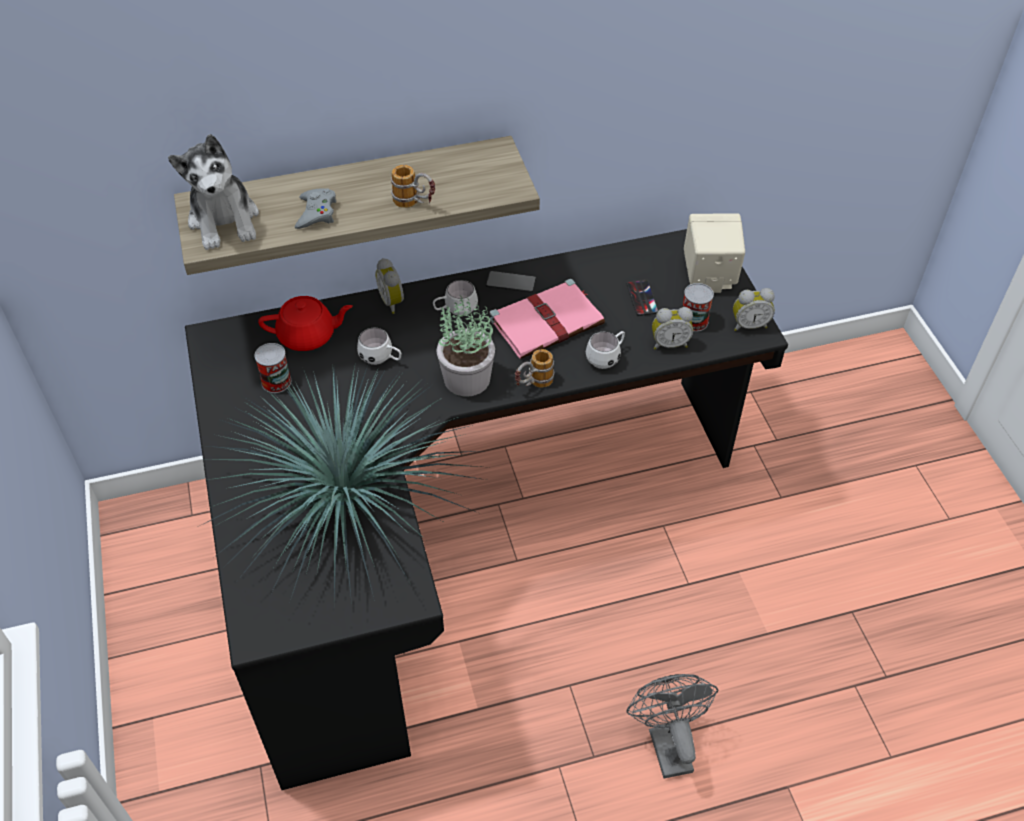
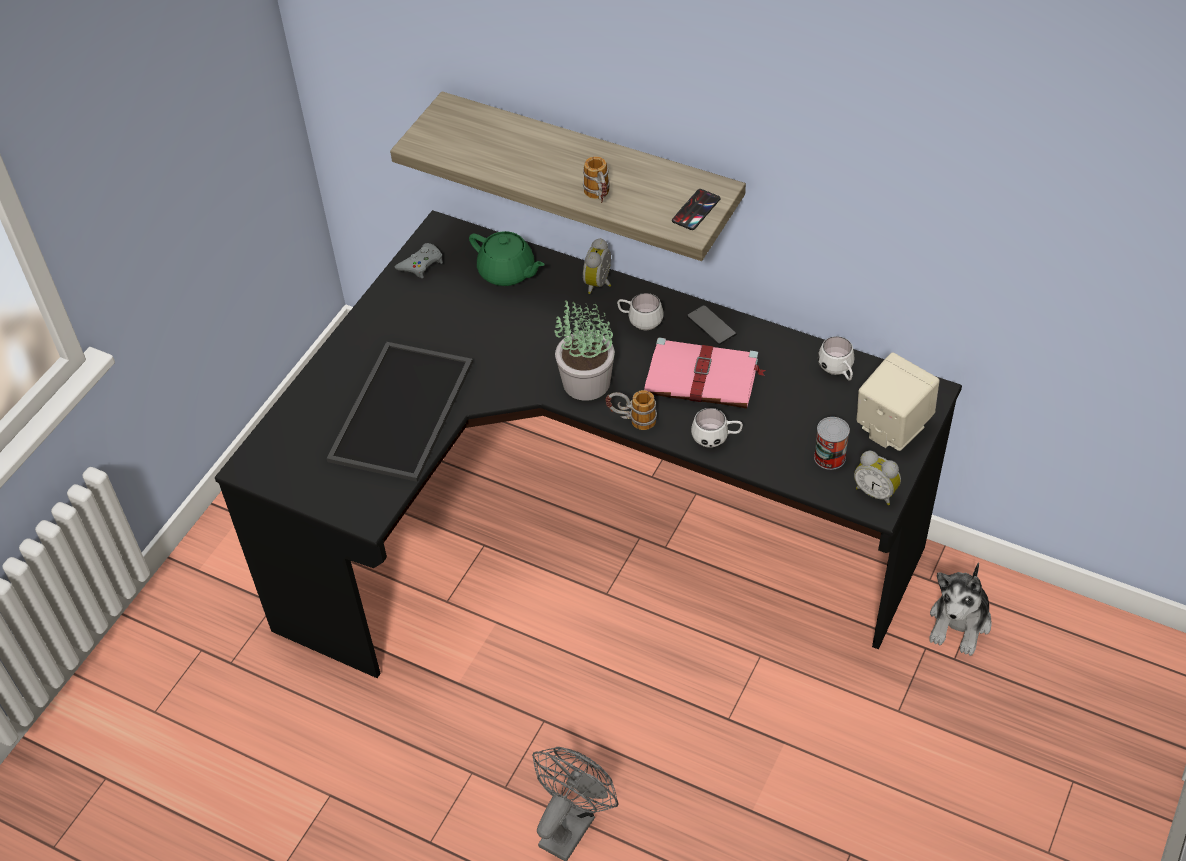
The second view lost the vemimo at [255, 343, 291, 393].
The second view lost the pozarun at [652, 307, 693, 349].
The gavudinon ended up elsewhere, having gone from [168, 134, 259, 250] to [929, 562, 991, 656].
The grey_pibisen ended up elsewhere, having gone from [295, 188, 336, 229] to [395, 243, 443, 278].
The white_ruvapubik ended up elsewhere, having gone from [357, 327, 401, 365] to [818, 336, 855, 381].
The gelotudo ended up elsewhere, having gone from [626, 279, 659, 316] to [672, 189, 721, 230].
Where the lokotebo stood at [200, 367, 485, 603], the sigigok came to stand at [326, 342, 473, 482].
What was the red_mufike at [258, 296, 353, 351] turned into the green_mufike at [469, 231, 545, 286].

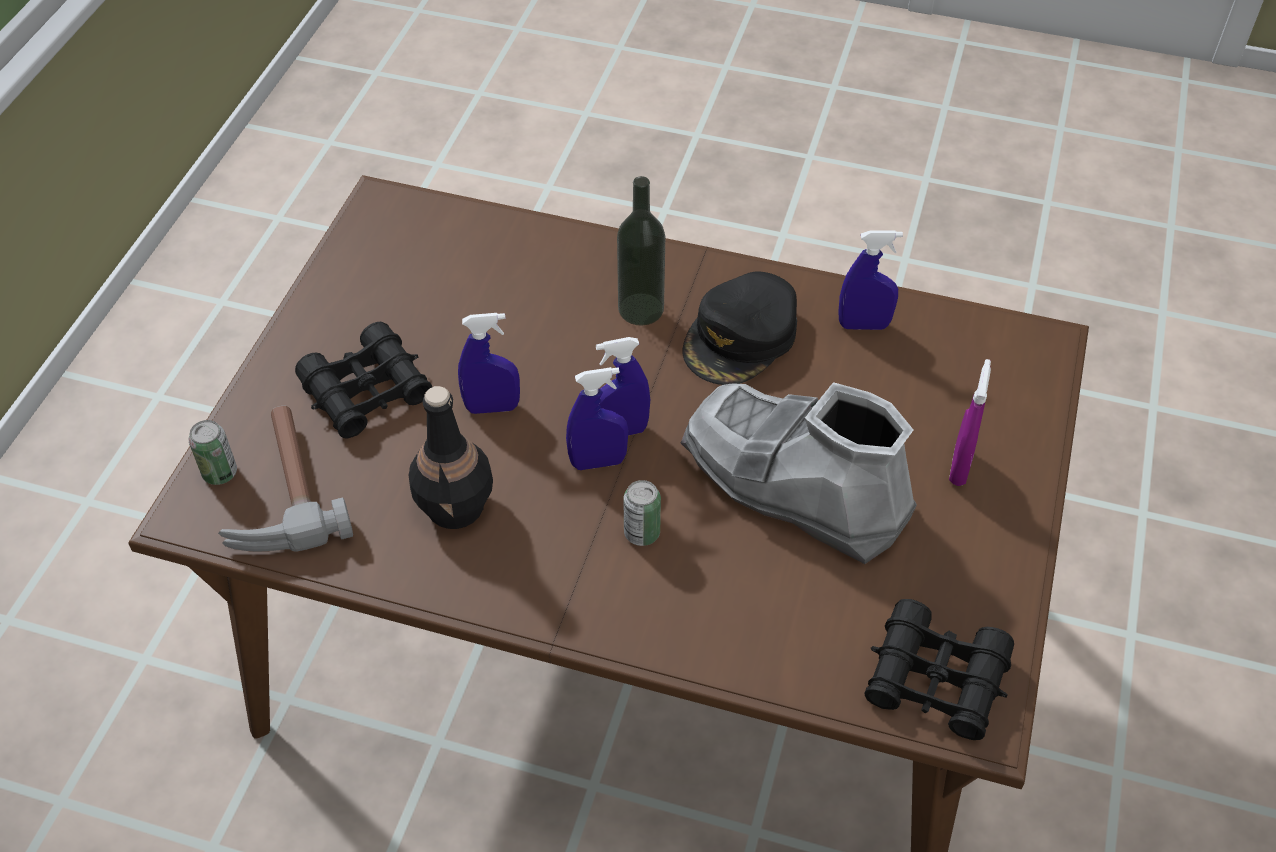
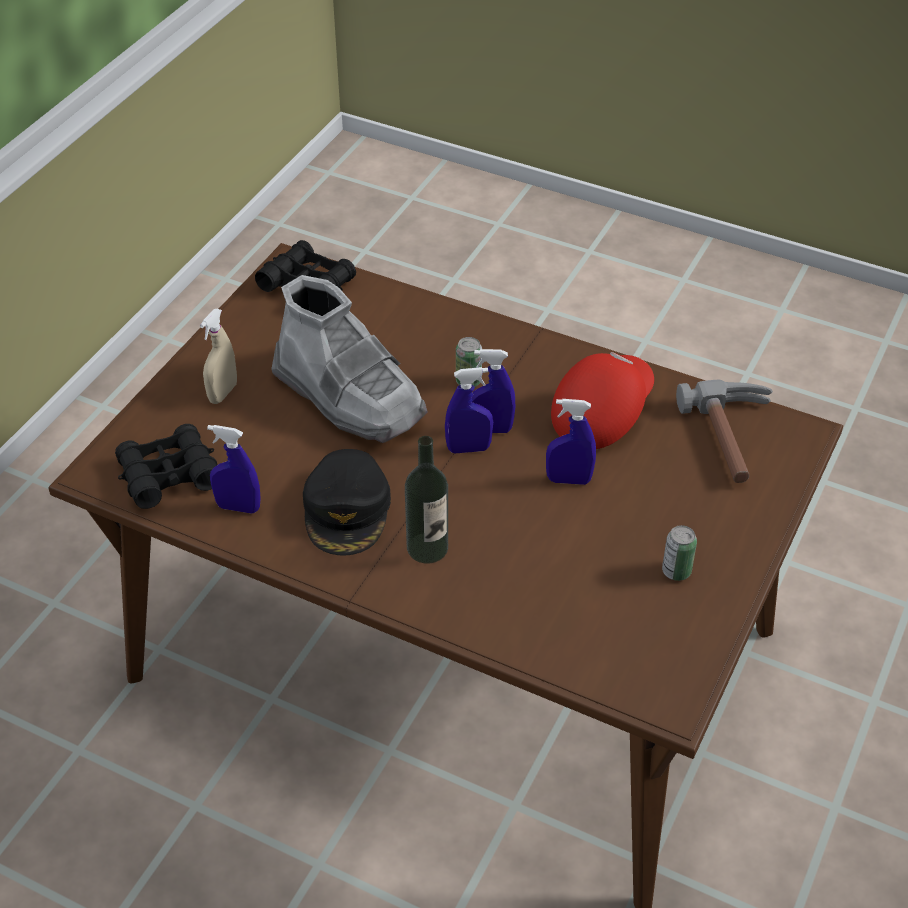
The vemimo ended up elsewhere, having gone from [188, 420, 237, 485] to [662, 525, 697, 581].
The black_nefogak ended up elsewhere, having gone from [295, 322, 432, 438] to [115, 424, 217, 509].
Where the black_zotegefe stood at [409, 386, 493, 529], the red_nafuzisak came to stand at [551, 352, 654, 449].
What was the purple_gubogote at [949, 359, 991, 486] turned into the beige_gubogote at [200, 309, 237, 404].
The black_nafuzisak at [682, 272, 797, 385] ended up facing another way, 135 degrees clockwise from before.

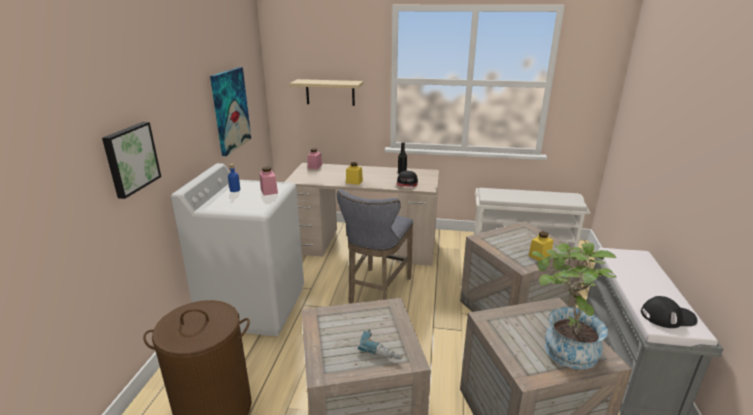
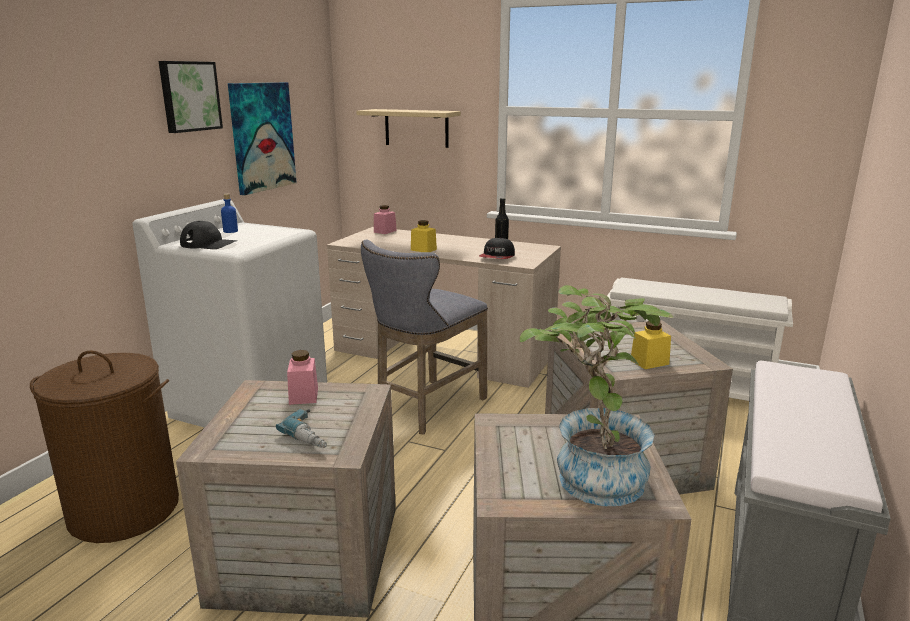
The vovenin ended up elsewhere, having gone from [102, 122, 161, 199] to [158, 61, 223, 133].
The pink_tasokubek ended up elsewhere, having gone from [260, 167, 278, 196] to [287, 350, 318, 405].
The black_nafuzisak ended up elsewhere, having gone from [641, 296, 697, 328] to [180, 221, 237, 249].

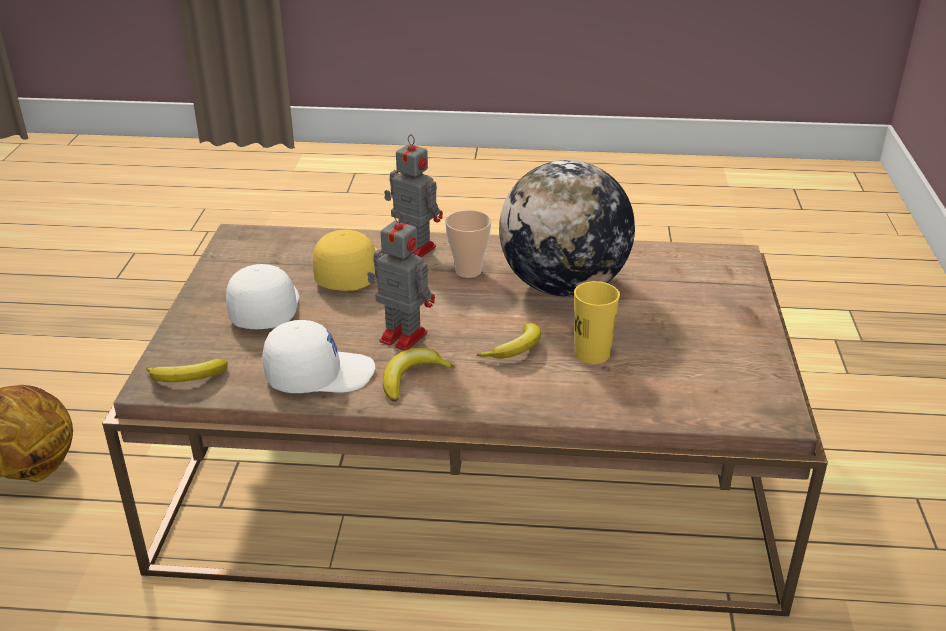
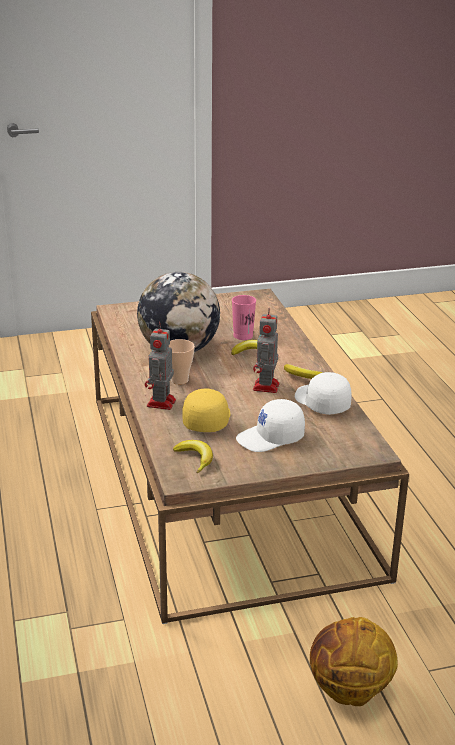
The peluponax ended up elsewhere, having gone from [146, 359, 228, 382] to [173, 440, 213, 473].
What was the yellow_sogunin at [574, 281, 620, 364] turned into the pink_sogunin at [232, 295, 256, 340].
The yellow_nafuzisak at [313, 230, 378, 291] ended up facing another way, 105 degrees clockwise from before.

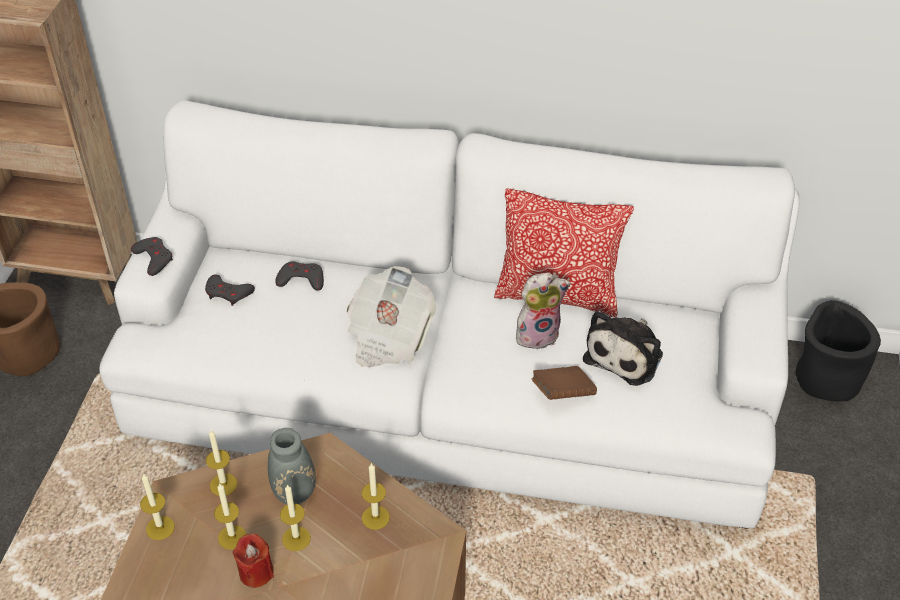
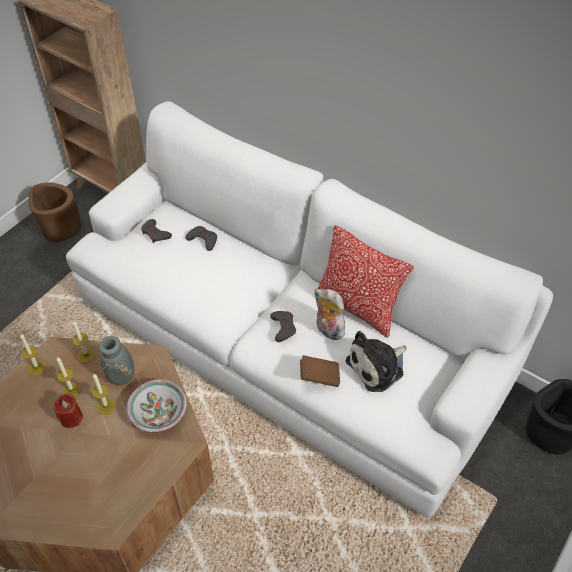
The second view lost the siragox at [346, 266, 436, 367].
The grey_pibisen ended up elsewhere, having gone from [131, 237, 173, 276] to [270, 311, 296, 342].
Where the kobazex stood at [361, 463, 390, 530], the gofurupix came to stand at [127, 379, 187, 432].
The gavudinon at [516, 273, 571, 349] ended up facing another way, 150 degrees counterclockwise from before.

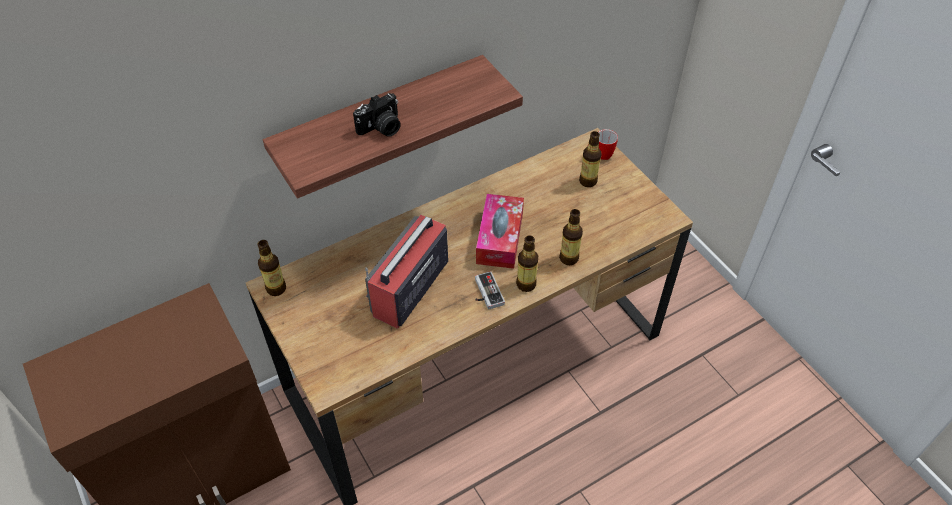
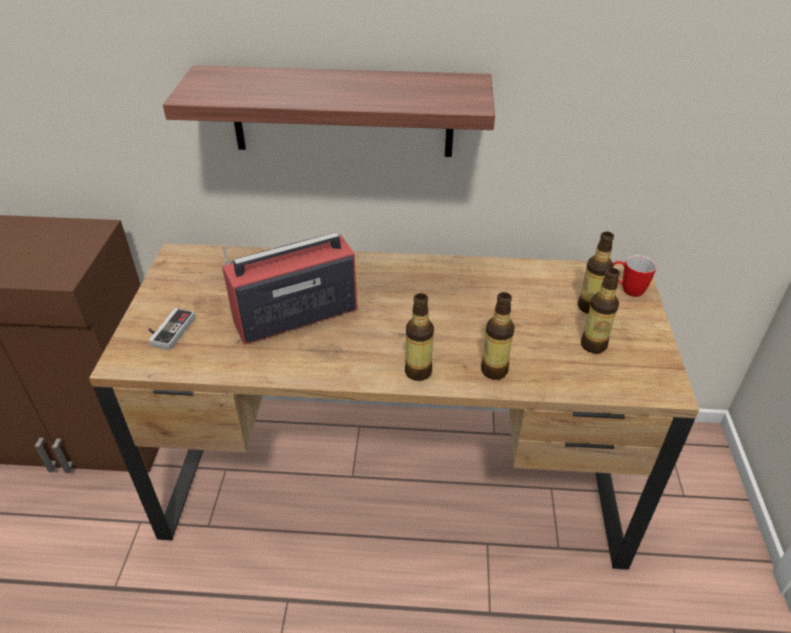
The second view lost the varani at [353, 93, 401, 137].
The second view lost the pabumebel at [476, 194, 524, 269].
The zotegefe ended up elsewhere, having gone from [258, 240, 286, 296] to [581, 268, 620, 354].
The pibisen ended up elsewhere, having gone from [475, 271, 505, 310] to [148, 308, 195, 350].

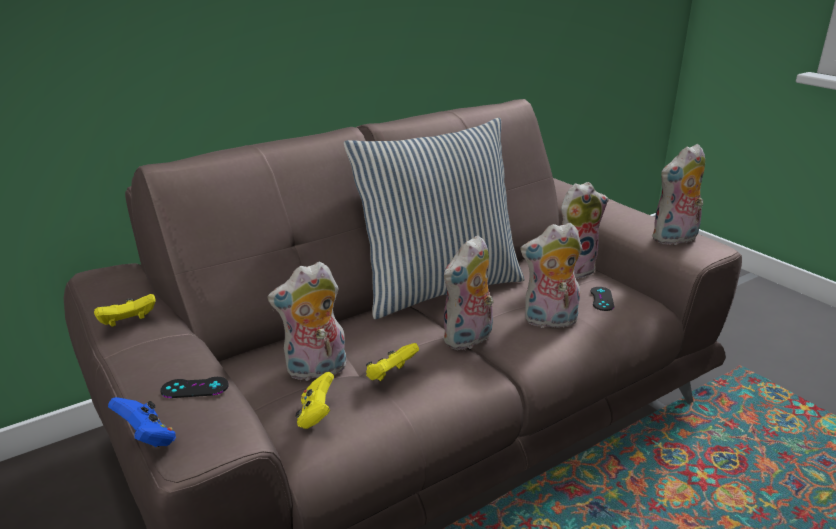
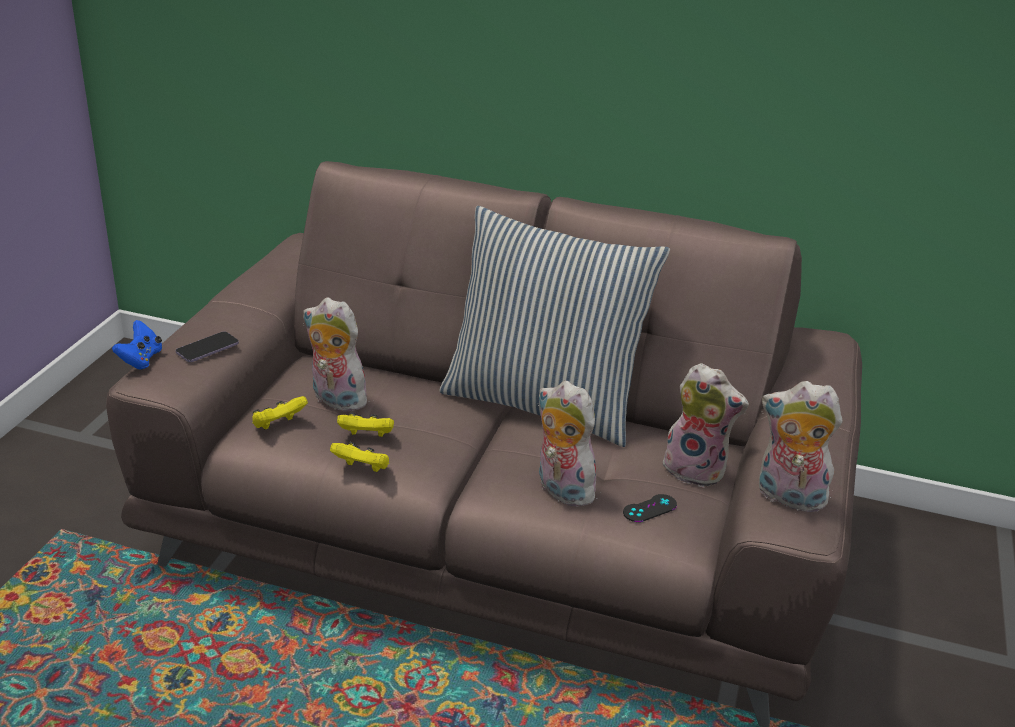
The second view lost the gavudinon at [443, 235, 494, 350].
The yellow_pibisen ended up elsewhere, having gone from [94, 294, 156, 327] to [330, 442, 389, 472].
Where the black_pibisen stood at [160, 377, 229, 398], the gelotudo came to stand at [176, 331, 239, 362].

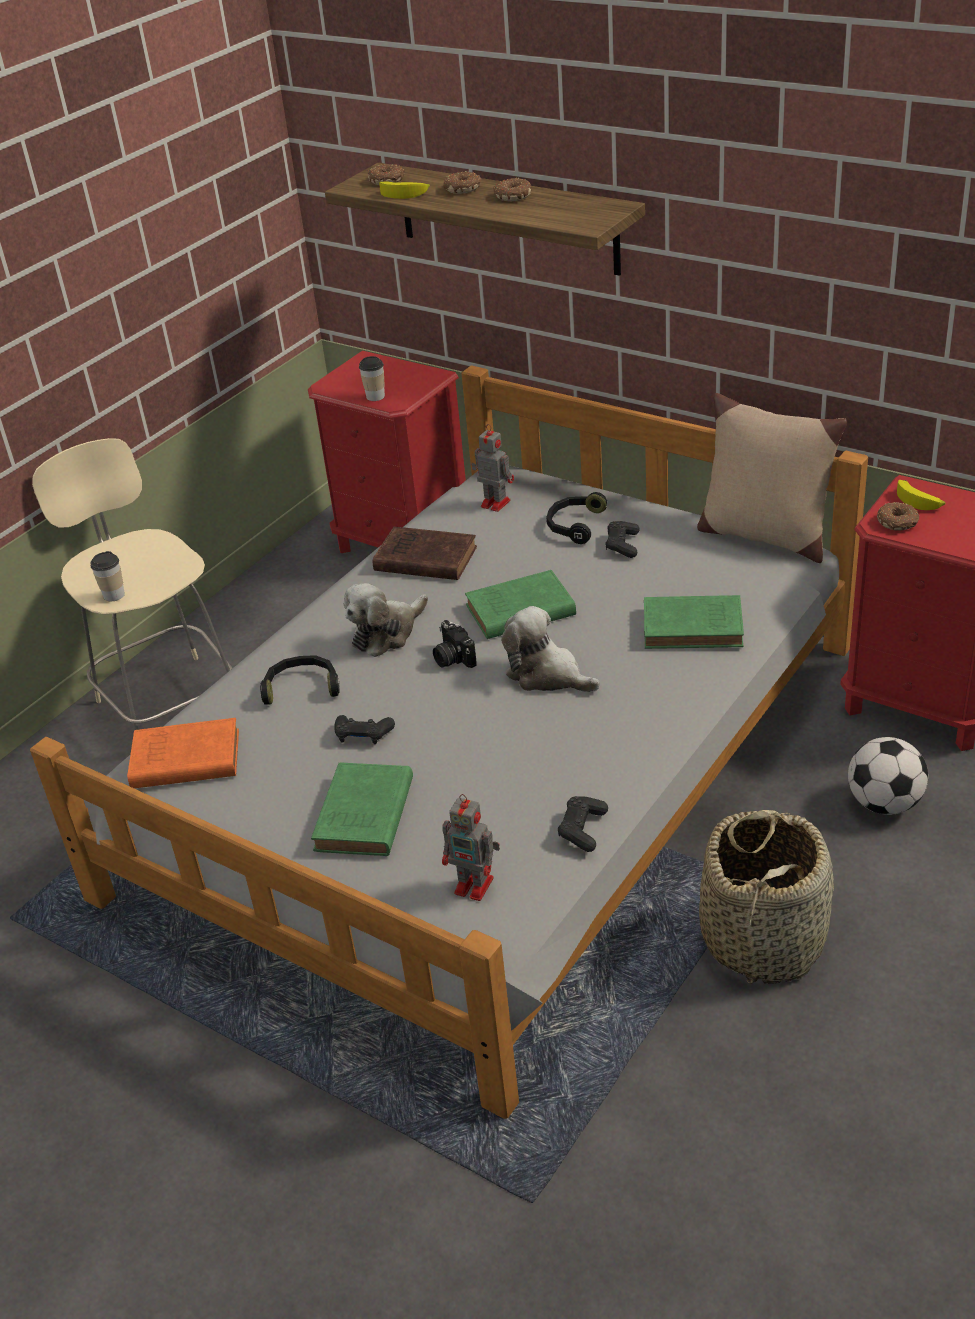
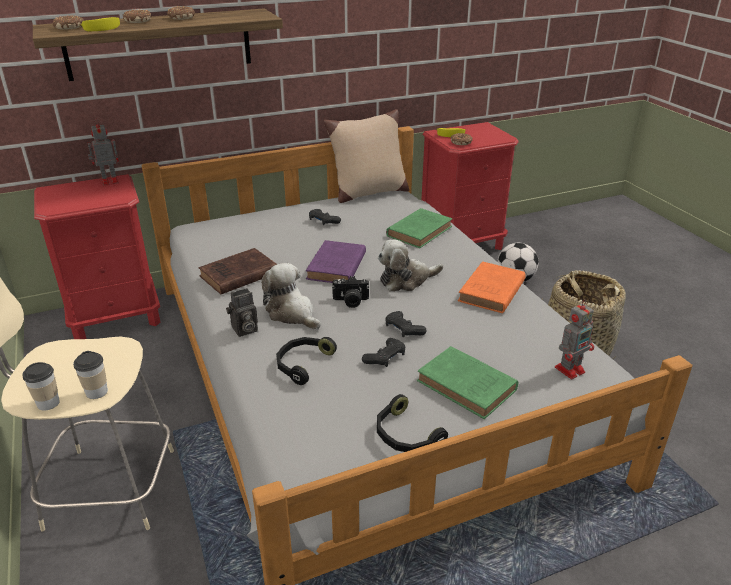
The second view gained the varani at [226, 288, 258, 337].
The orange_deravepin ended up elsewhere, having gone from [127, 718, 239, 788] to [458, 262, 526, 313].
The sogunin ended up elsewhere, having gone from [359, 356, 385, 401] to [22, 362, 60, 410].
The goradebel ended up elsewhere, having gone from [471, 424, 514, 512] to [88, 119, 119, 185].
The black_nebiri ended up elsewhere, having gone from [546, 492, 607, 544] to [377, 394, 448, 452].
The black_pibisen ended up elsewhere, having gone from [558, 796, 608, 852] to [385, 311, 427, 337].
What was the green_deravepin at [465, 570, 576, 639] turned into the purple_deravepin at [306, 240, 366, 283].
The gavudinon at [344, 583, 428, 657] ended up facing another way, 150 degrees clockwise from before.

